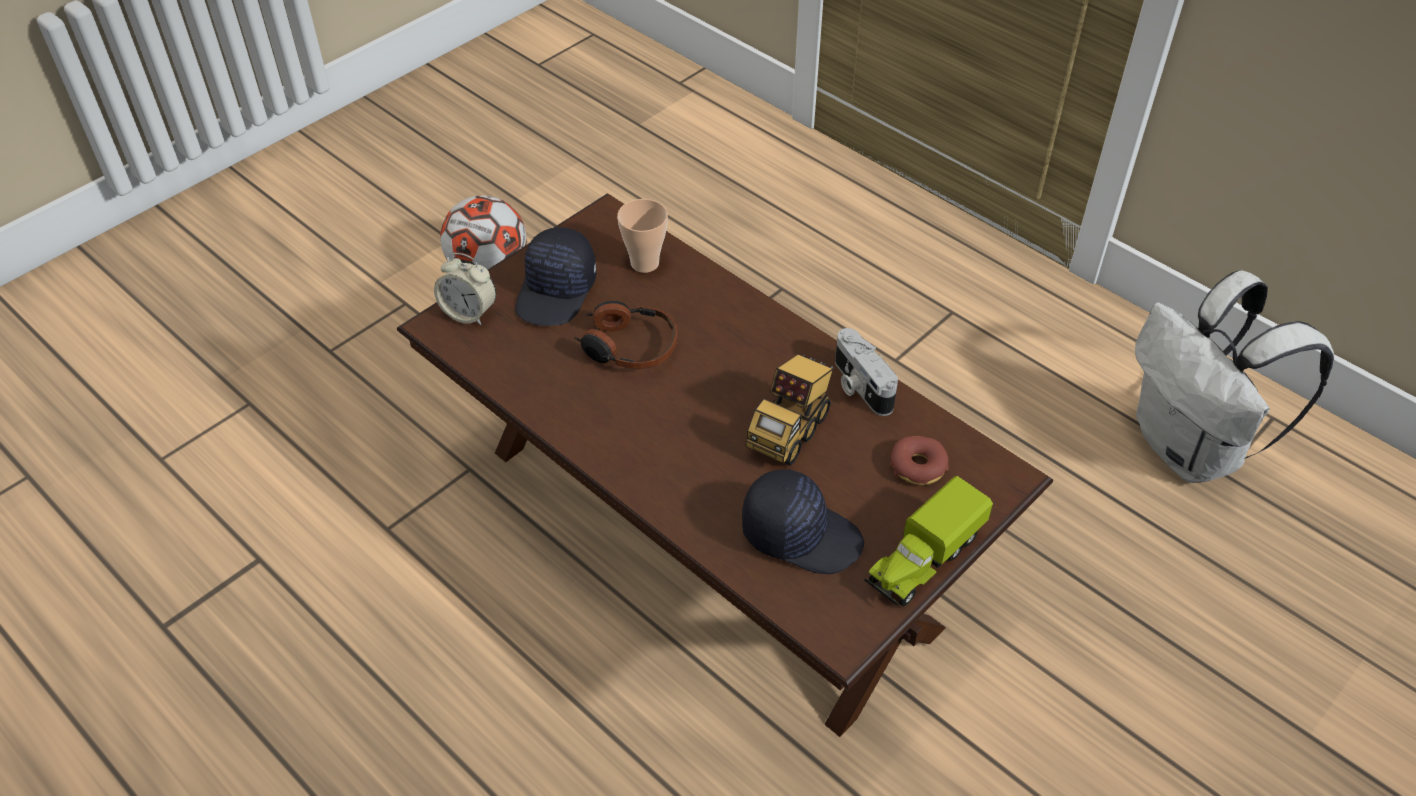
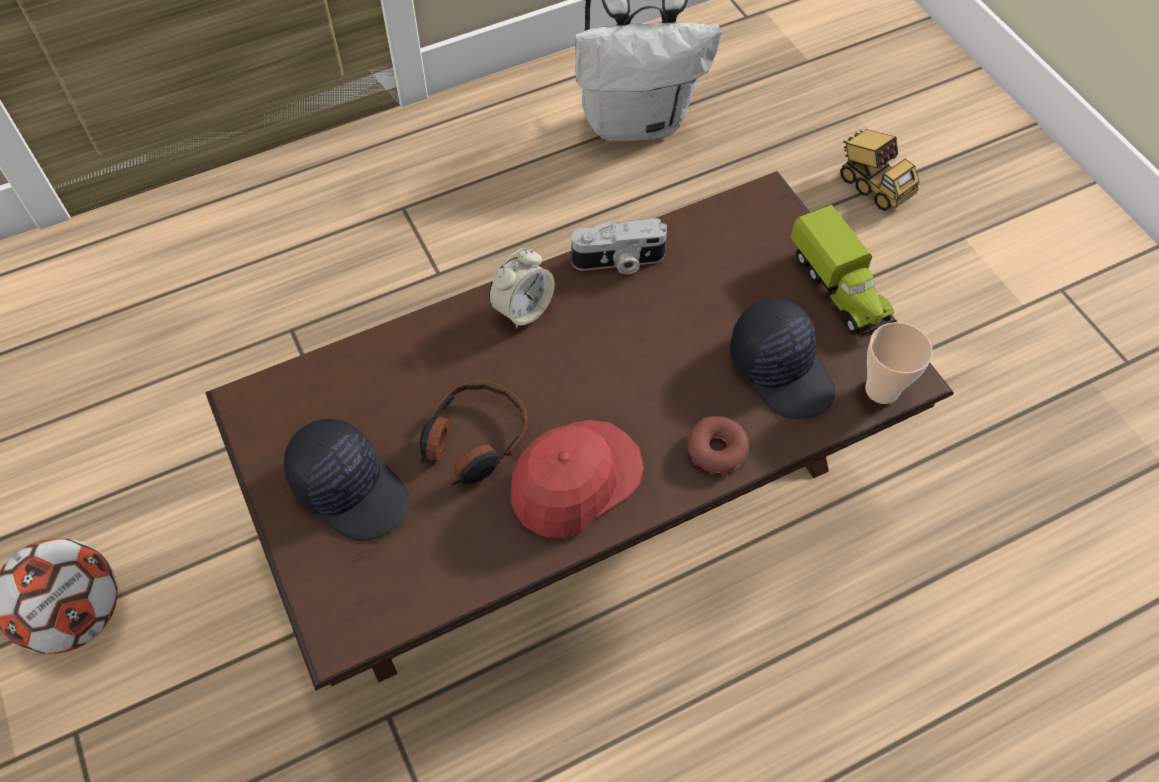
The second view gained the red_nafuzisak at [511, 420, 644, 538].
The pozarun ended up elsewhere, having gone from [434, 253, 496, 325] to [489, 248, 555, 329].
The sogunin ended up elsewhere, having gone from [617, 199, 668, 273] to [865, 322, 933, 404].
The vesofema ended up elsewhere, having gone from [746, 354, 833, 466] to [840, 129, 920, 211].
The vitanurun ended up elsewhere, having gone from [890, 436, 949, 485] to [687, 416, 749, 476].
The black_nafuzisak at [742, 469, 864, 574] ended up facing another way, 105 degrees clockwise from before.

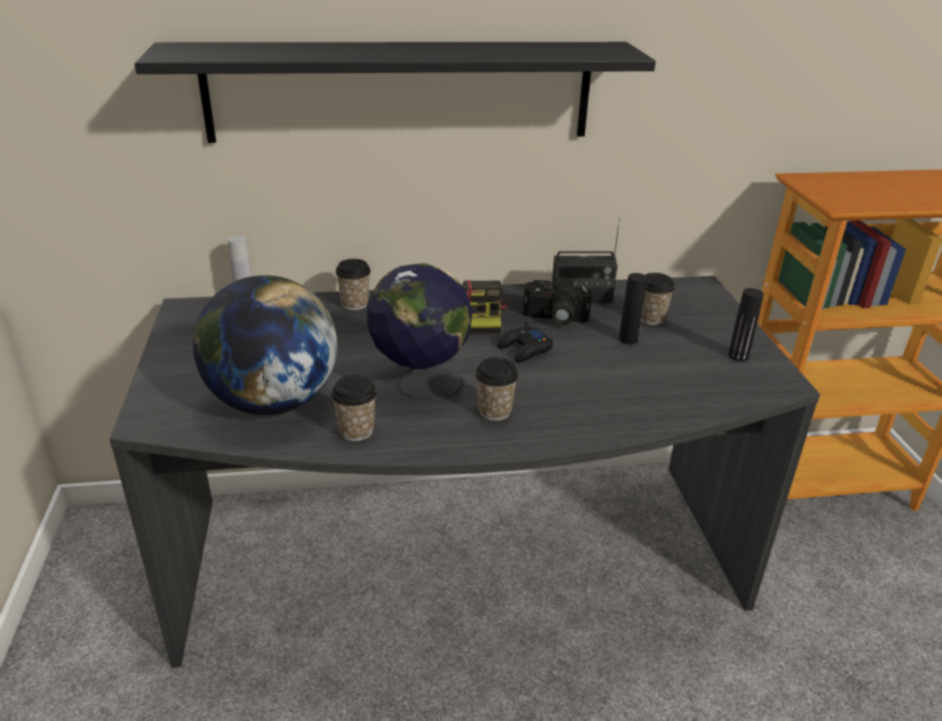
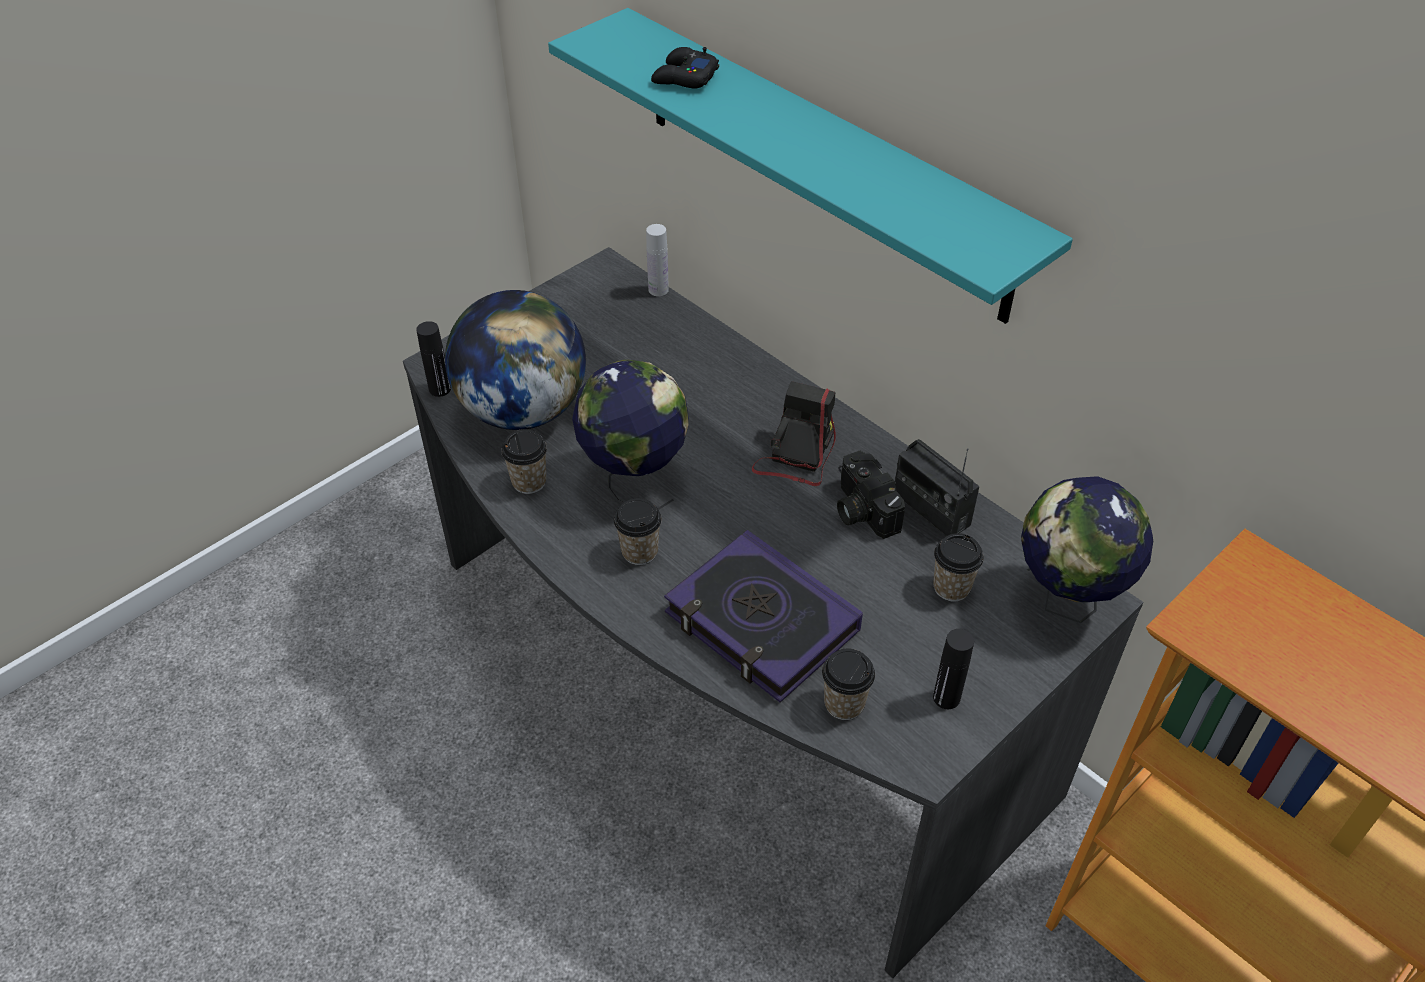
The second view gained the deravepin at [664, 530, 863, 703].
The second view gained the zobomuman at [1021, 476, 1153, 623].
The sogunin ended up elsewhere, having gone from [335, 259, 371, 310] to [822, 648, 875, 720].
The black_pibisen ended up elsewhere, having gone from [497, 323, 553, 363] to [651, 47, 719, 88].
The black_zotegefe ended up elsewhere, having gone from [619, 273, 647, 344] to [416, 321, 451, 397].
What was the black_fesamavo at [135, 42, 656, 143] turned into the turquoise_fesamavo at [548, 8, 1073, 324].
The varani at [463, 280, 507, 334] ended up facing another way, 150 degrees clockwise from before.

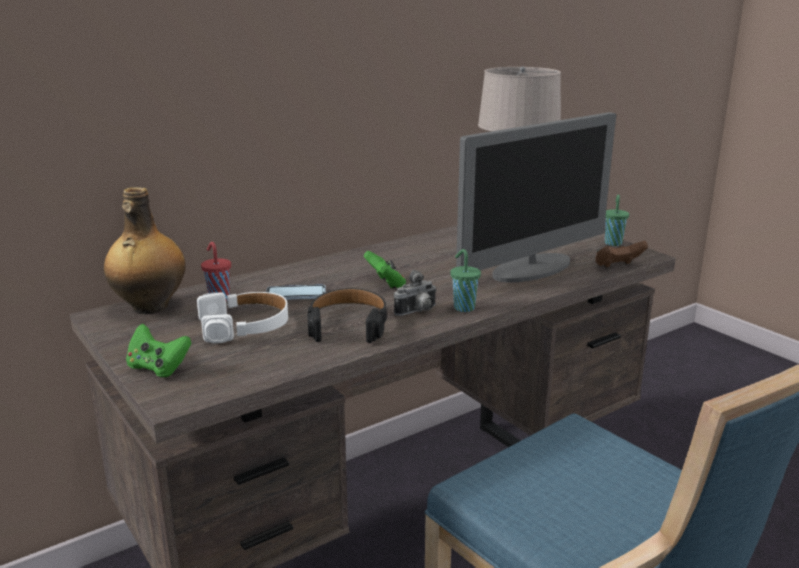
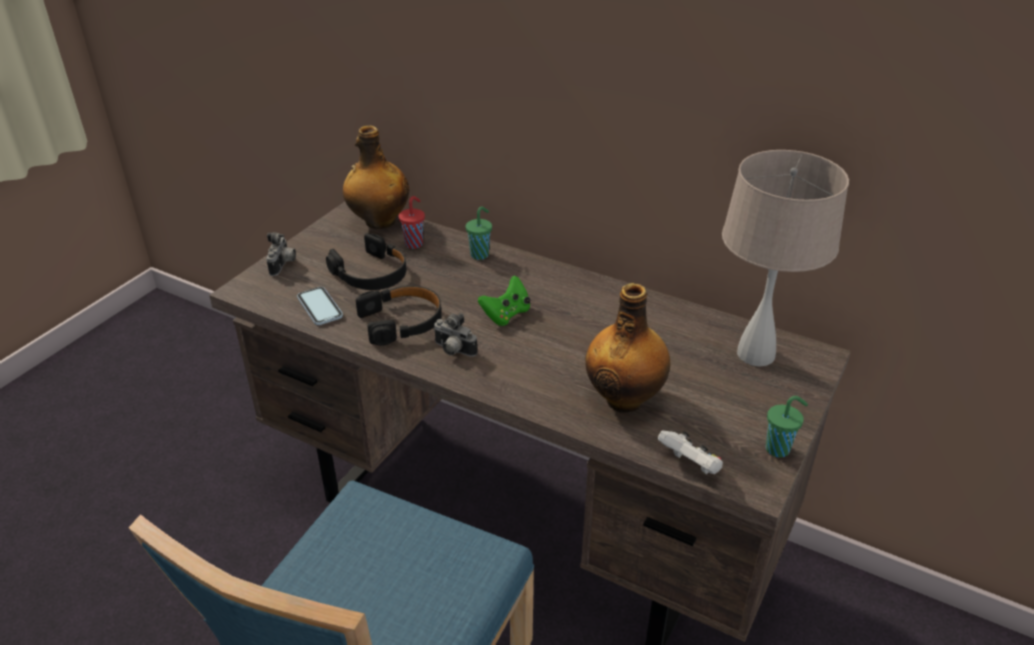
The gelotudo ended up elsewhere, having gone from [266, 285, 326, 300] to [297, 287, 343, 325].
The green_sogunin ended up elsewhere, having gone from [450, 249, 481, 312] to [466, 207, 492, 260].
Where the green_pibisen stood at [126, 324, 191, 377], the varani came to stand at [266, 232, 296, 276].
Where the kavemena stood at [456, 112, 616, 283], the zotegefe came to stand at [585, 283, 670, 413].
What was the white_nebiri at [197, 292, 288, 343] turned into the black_nebiri at [326, 233, 406, 290].
What was the brown_pibisen at [595, 241, 648, 268] turned into the white_pibisen at [658, 431, 723, 474].

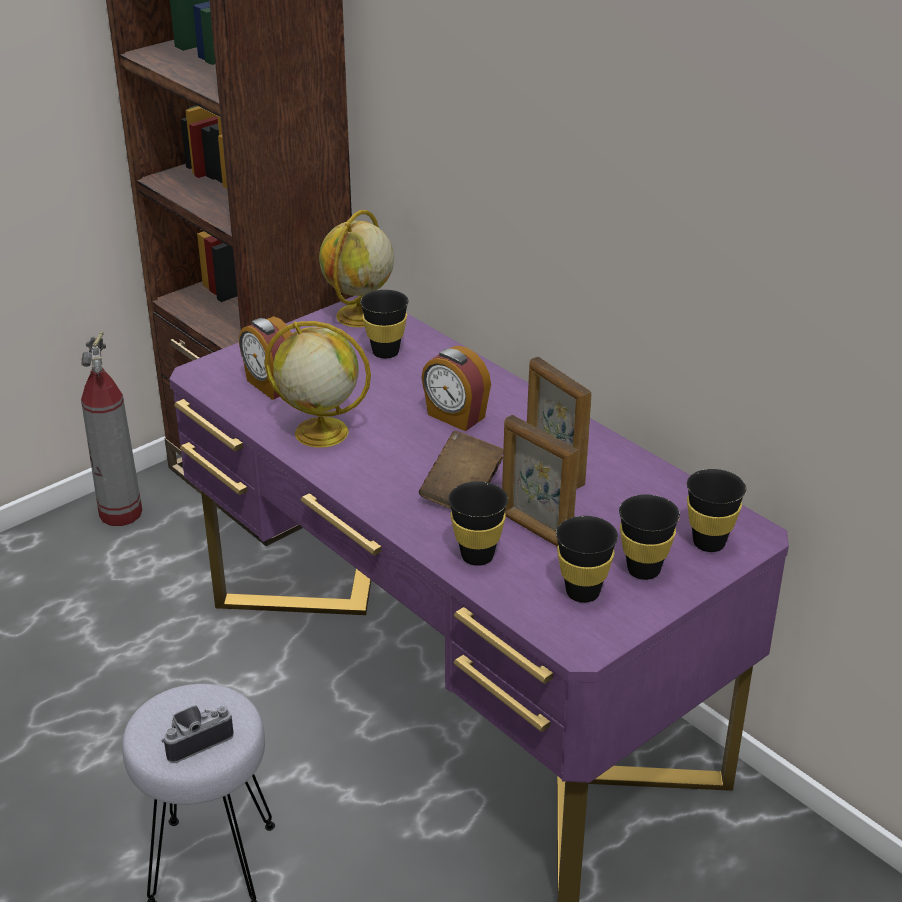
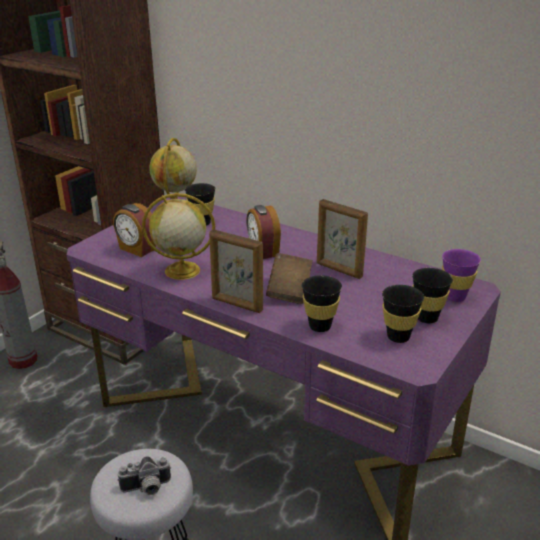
The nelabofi ended up elsewhere, having gone from [502, 415, 578, 547] to [209, 229, 263, 313].
What was the black_sogunin at [687, 469, 746, 552] turned into the purple_sogunin at [442, 249, 481, 302].
The varani at [161, 705, 233, 763] ended up facing another way, 150 degrees counterclockwise from before.
The pozarun at [421, 346, 491, 431] ended up facing another way, 45 degrees clockwise from before.

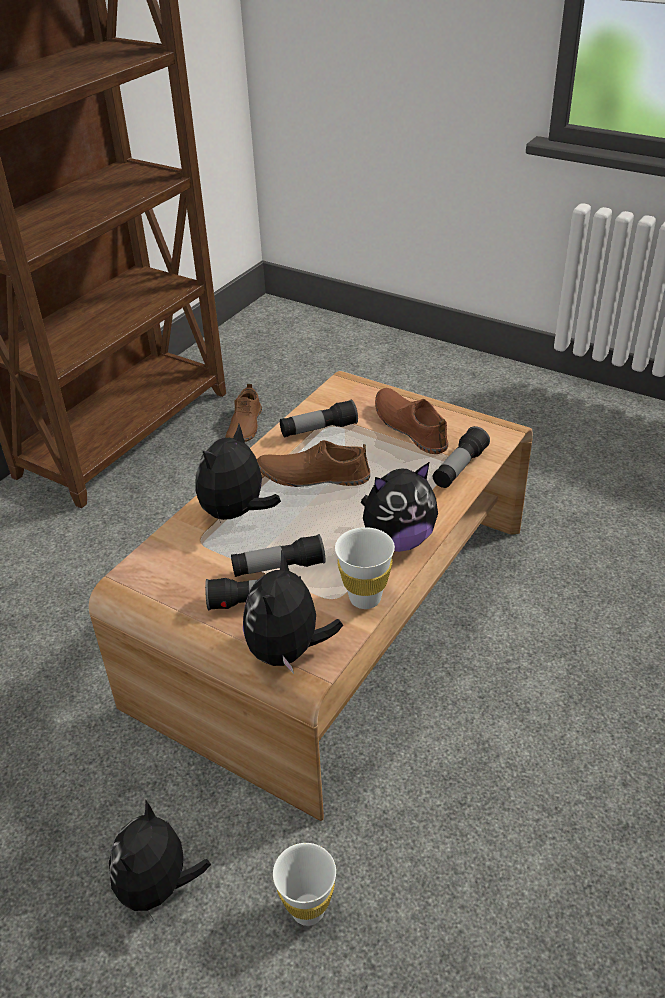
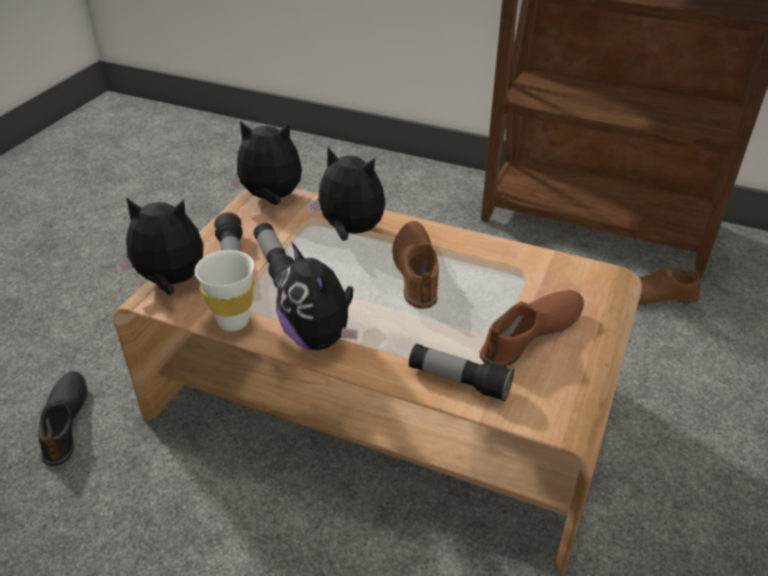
The second view lost the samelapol at [280, 400, 358, 437].
The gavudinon ended up elsewhere, having gone from [109, 801, 211, 922] to [228, 121, 302, 205].
Where the white_sogunin stood at [273, 843, 336, 926], the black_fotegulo came to stand at [38, 371, 87, 466].

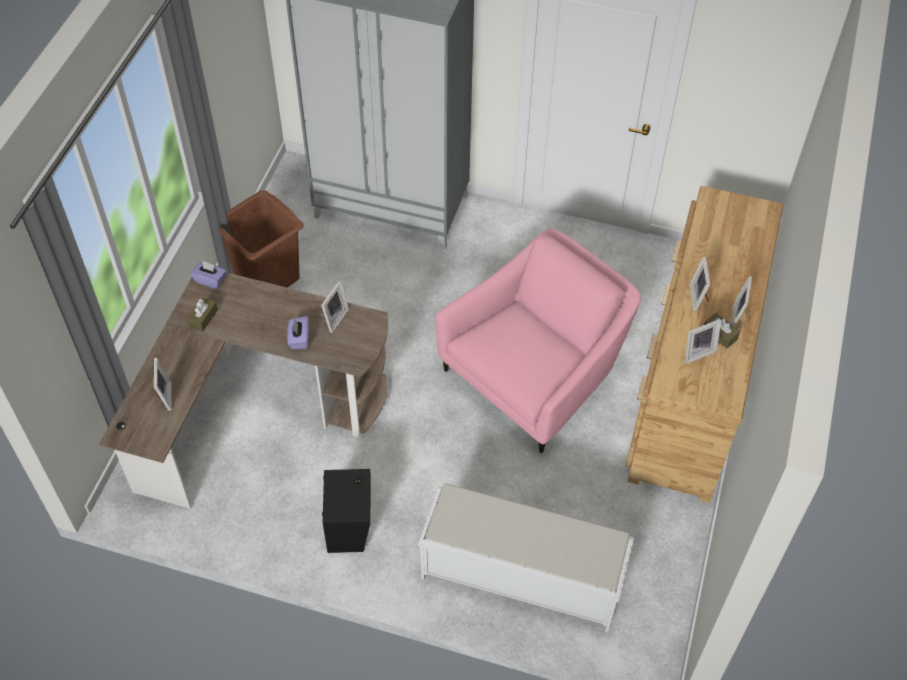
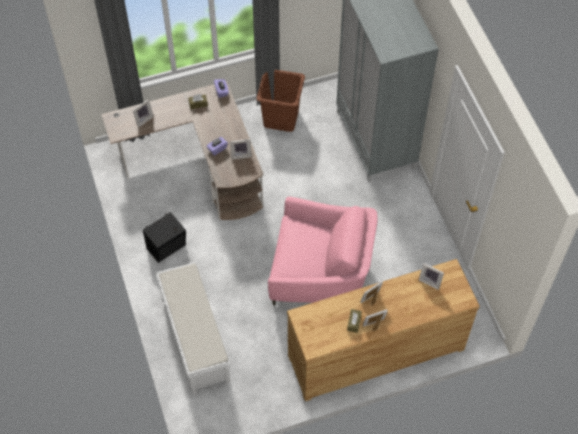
The nelabofi ended up elsewhere, having gone from [685, 319, 721, 364] to [419, 263, 444, 290].

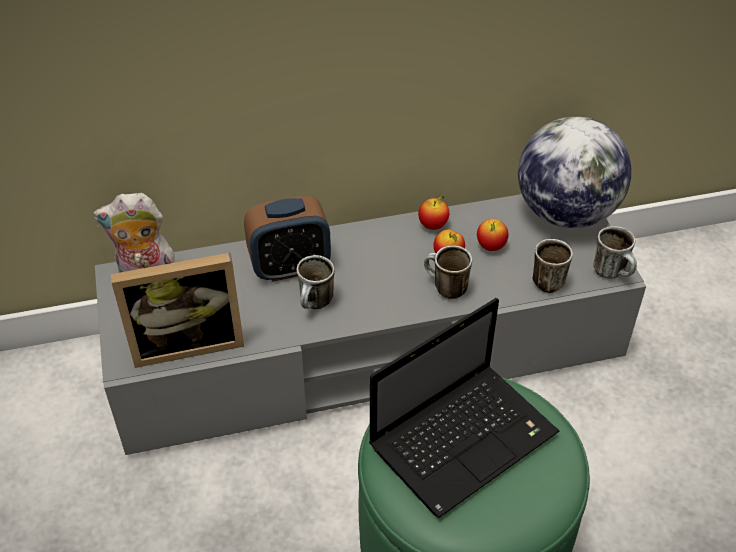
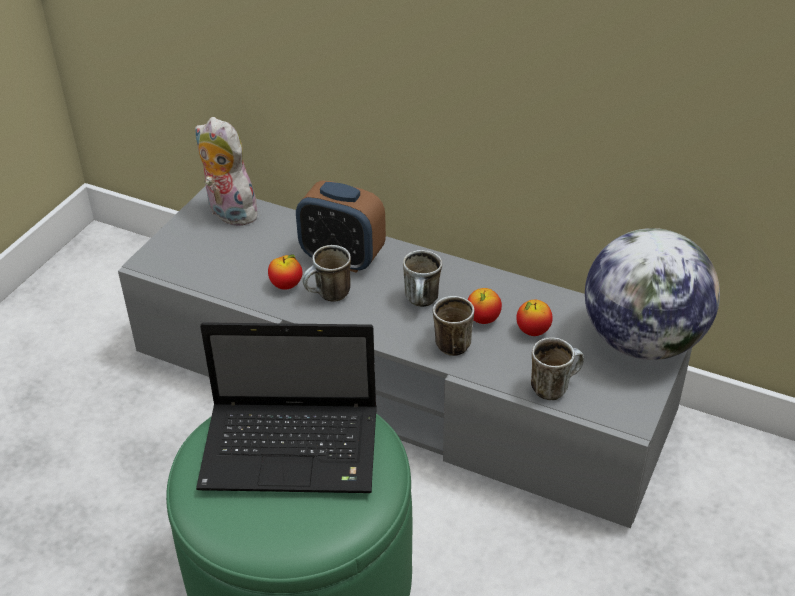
The second view lost the nelabofi at [111, 253, 244, 368].
The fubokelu ended up elsewhere, having gone from [418, 195, 449, 230] to [268, 254, 303, 290].
The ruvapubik ended up elsewhere, having gone from [593, 226, 637, 279] to [403, 250, 442, 307].

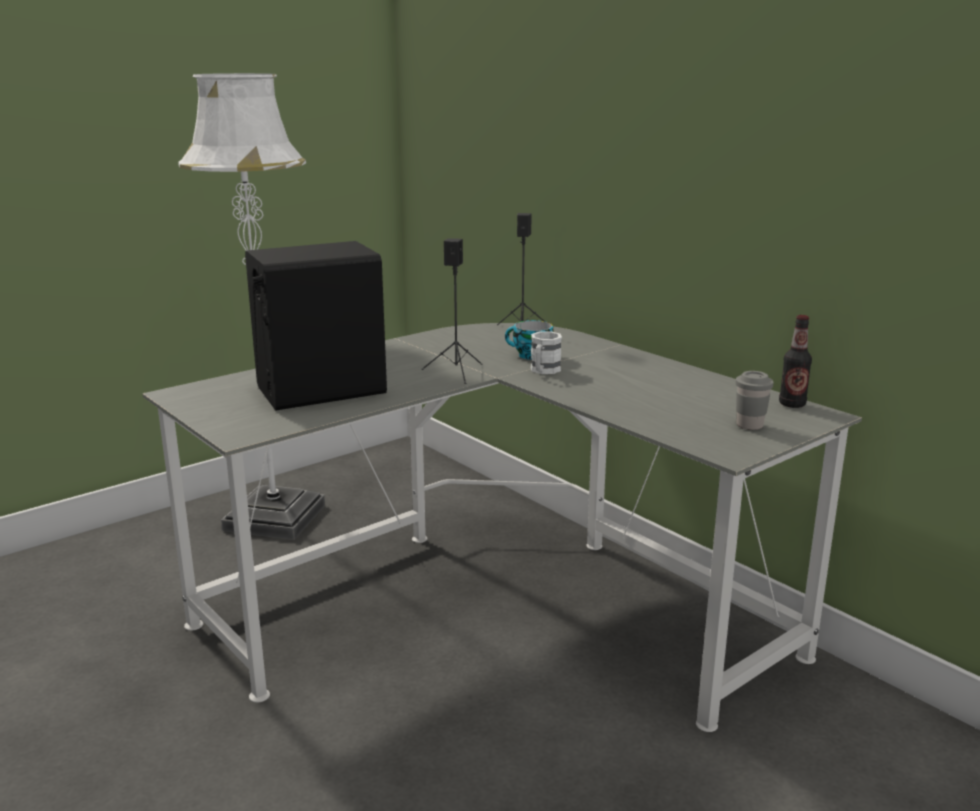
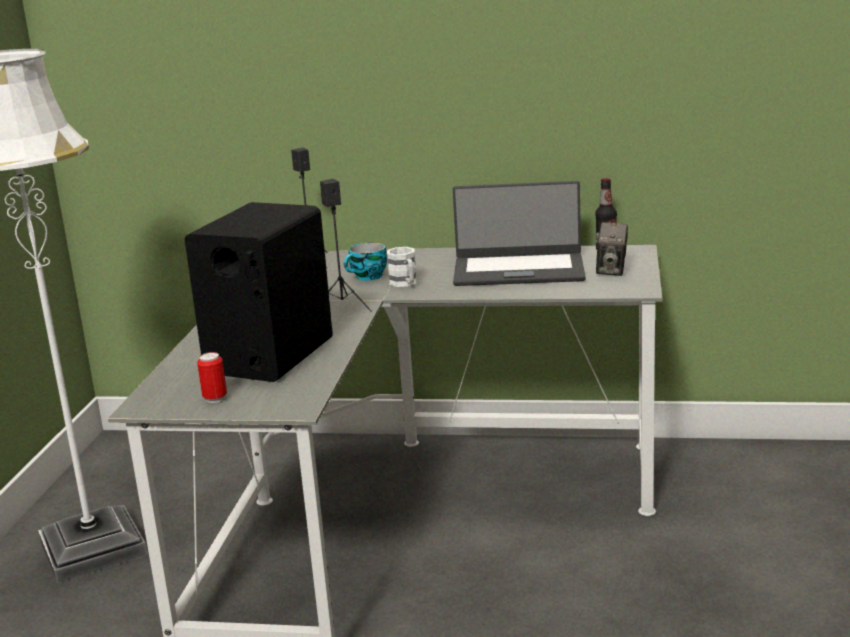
The second view gained the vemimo at [197, 352, 227, 403].
The second view gained the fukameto at [453, 181, 586, 286].
Where the grey_sogunin stood at [735, 371, 774, 430], the varani came to stand at [595, 222, 628, 276].

